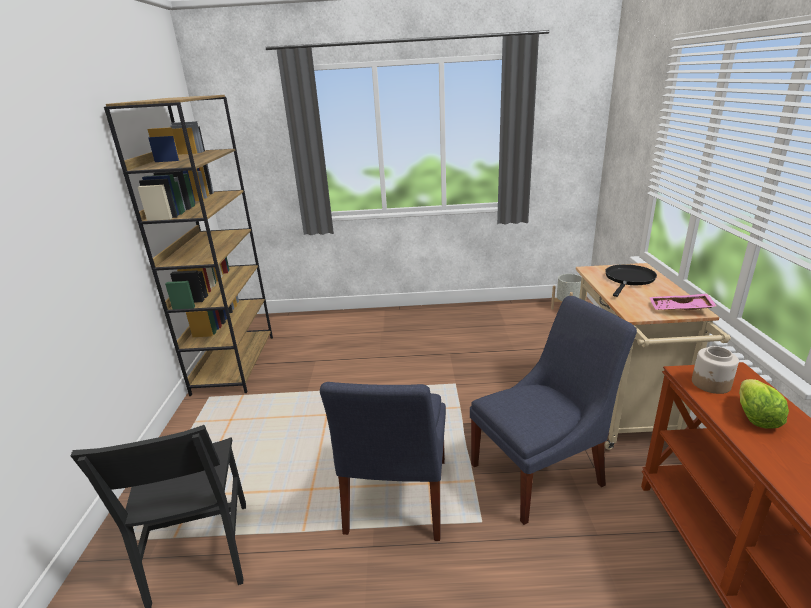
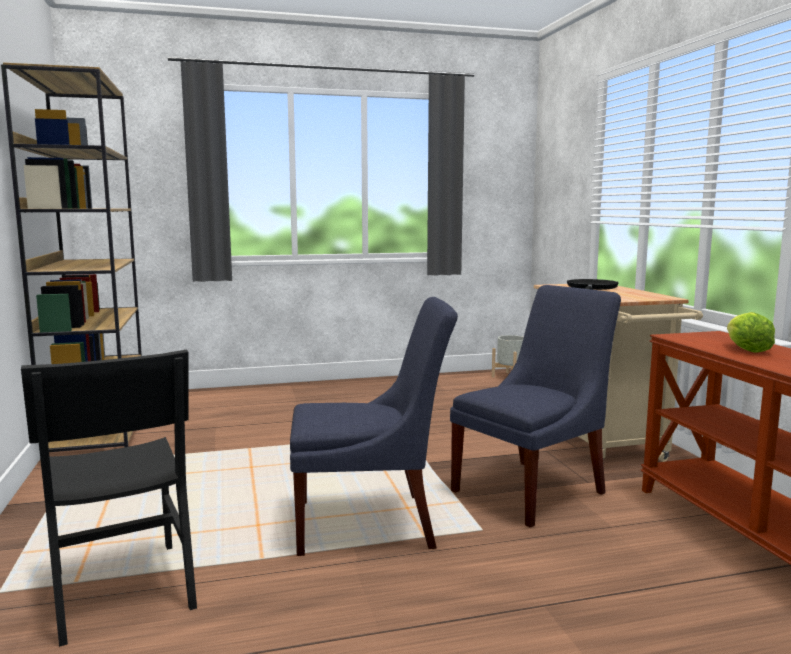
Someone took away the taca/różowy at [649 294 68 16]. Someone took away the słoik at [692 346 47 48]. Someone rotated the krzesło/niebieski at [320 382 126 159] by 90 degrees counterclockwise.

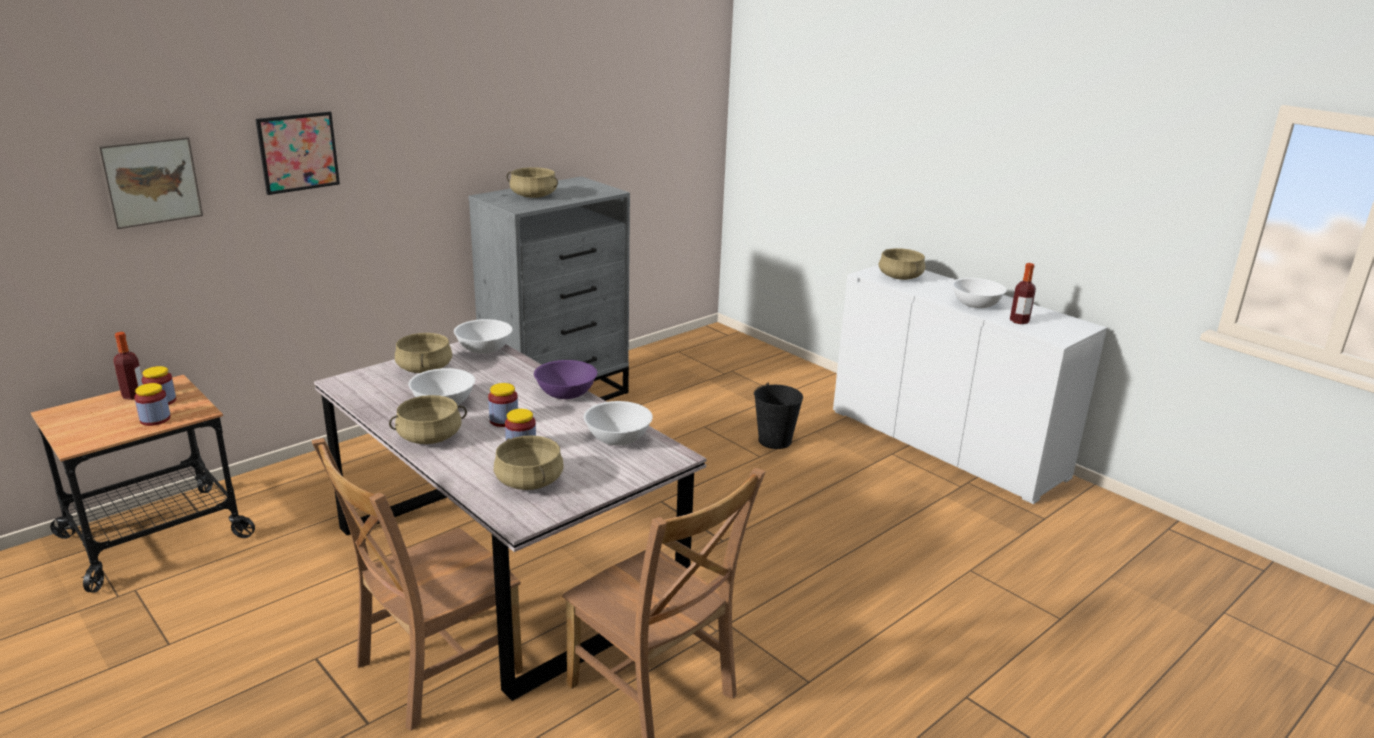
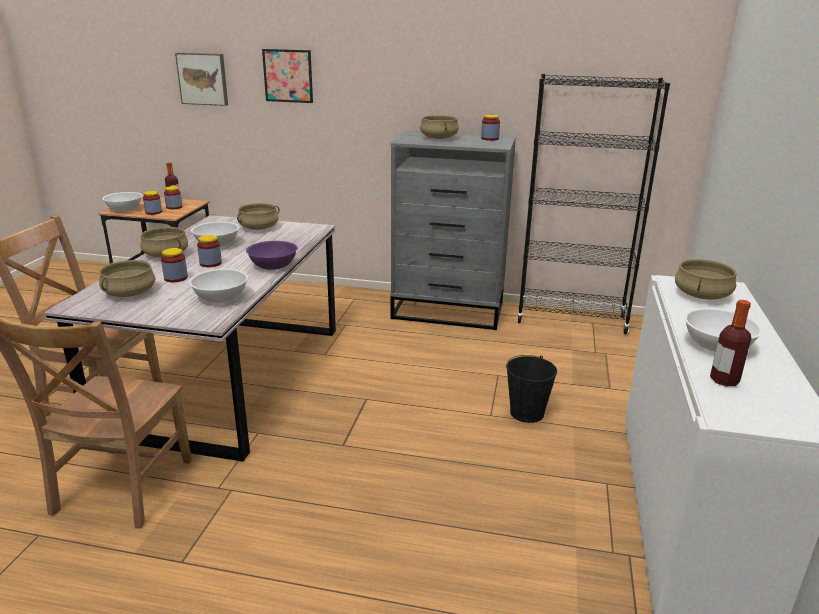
Someone carried the miska/biały from [454 319 59 35] to [102 192 41 20]. Someone put down the regał/czarny at [517 74 153 260]. Someone put down the słoik at [481 115 19 26].

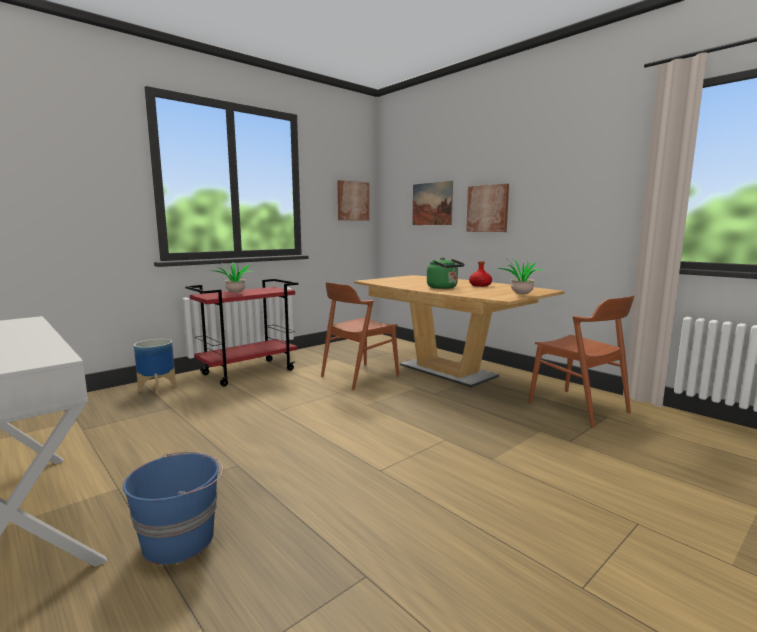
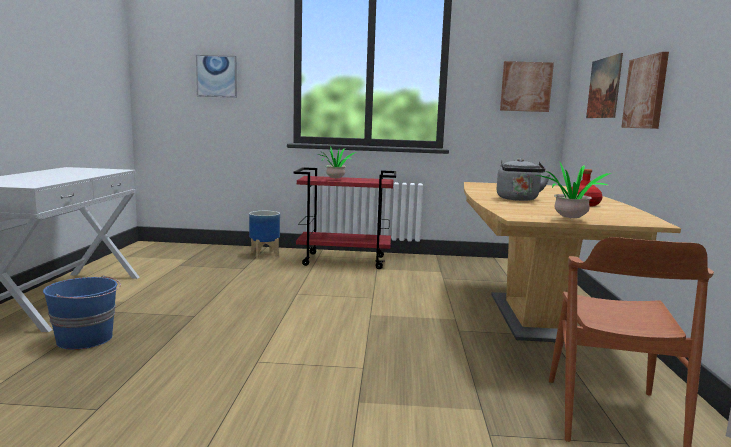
Someone repainted the czajnik/zielony at [427 258 37 31], which became the czajnik/szary at [496 158 54 43]. Someone took away the krzesło/brązowy at [321 282 78 108]. Someone put up the obraz at [196 55 41 43].

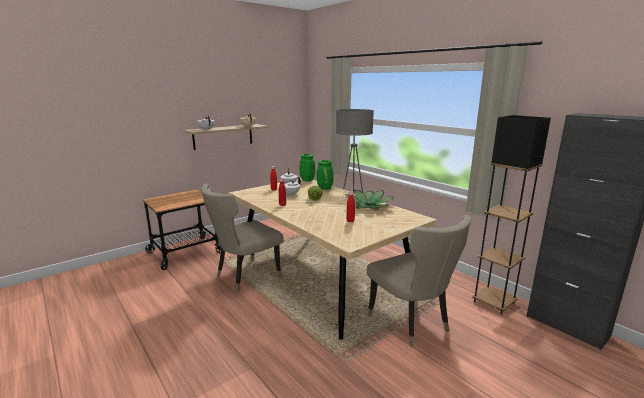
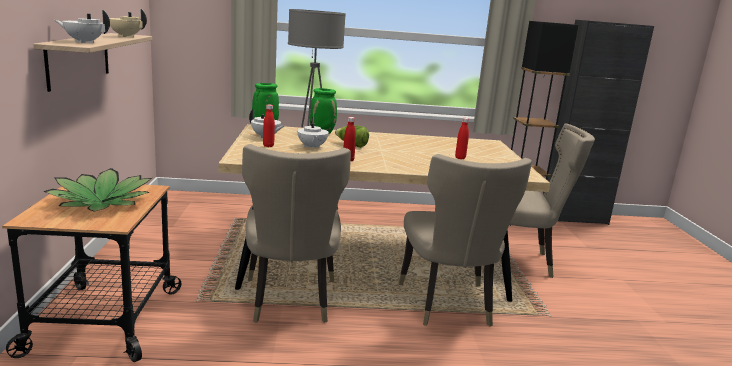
Someone carried the roślina doniczkowa from [346 189 48 21] to [44 168 108 44]. Someone put down the krzesło/beżowy at [398 154 134 172].

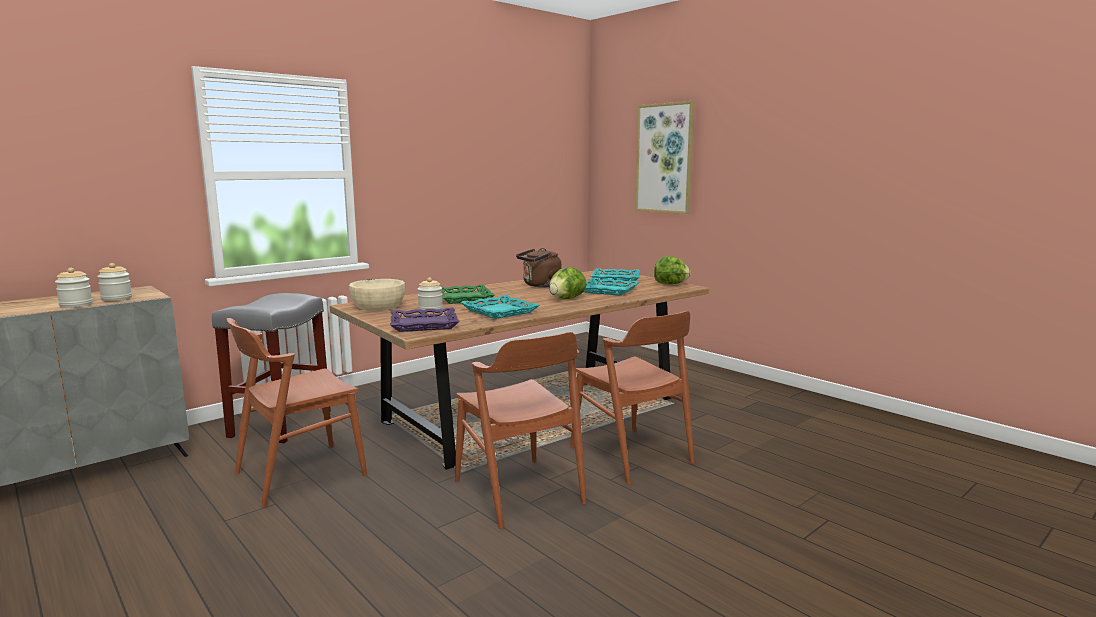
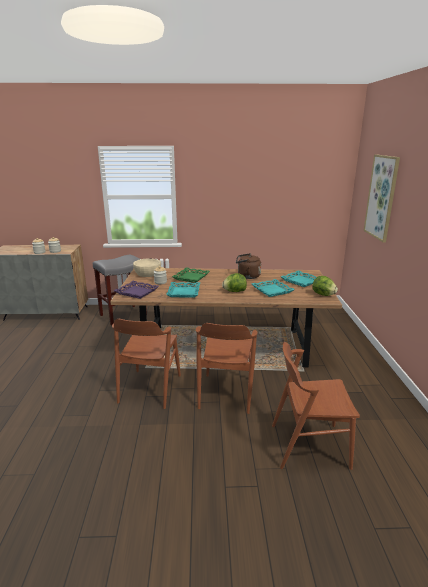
Someone carried the krzesło/brązowy from [227 318 140 190] to [272 342 88 128].

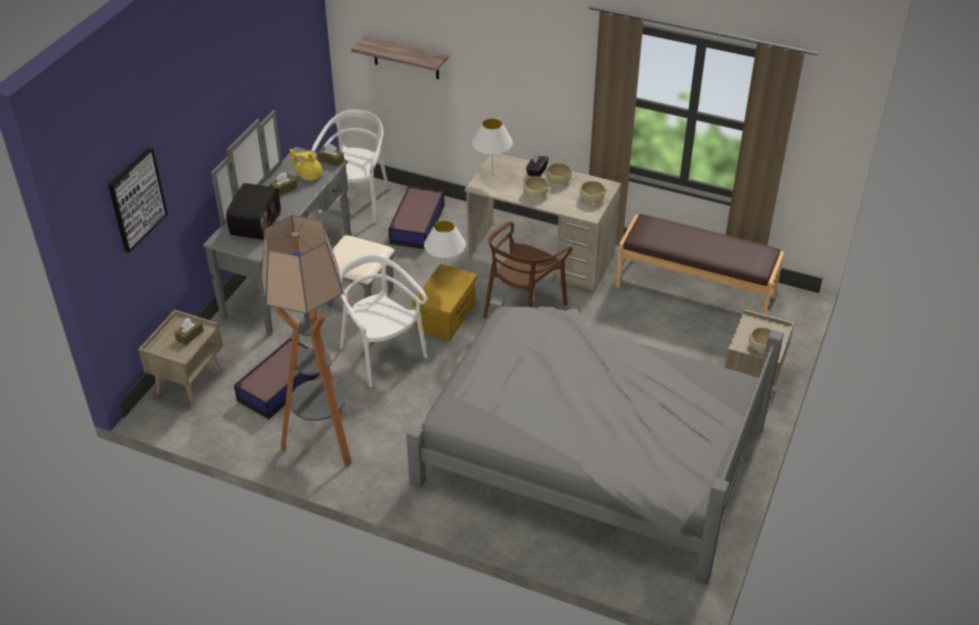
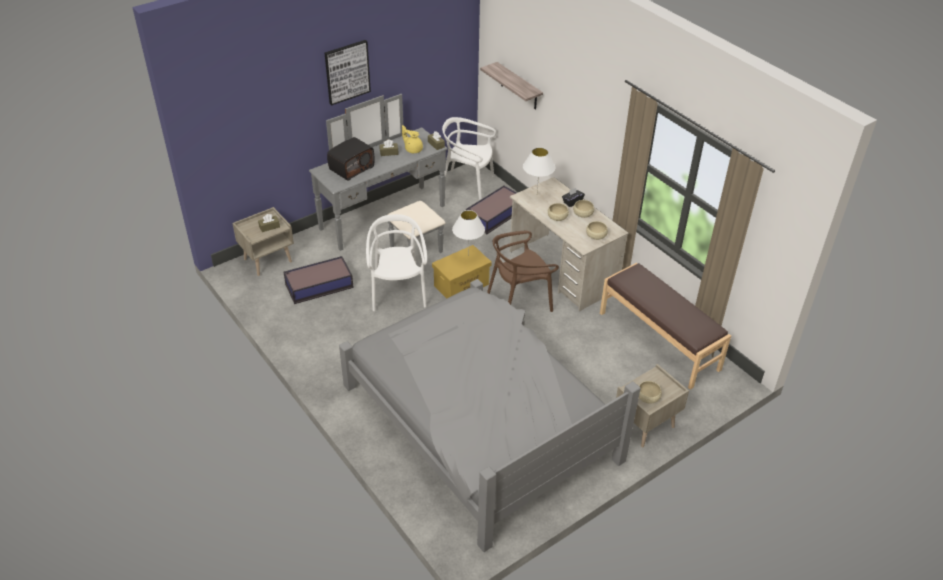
Someone rotated the krzesło/biały at [311 110 78 113] by 120 degrees counterclockwise. Someone carried the obraz from [108 148 60 105] to [325 40 46 66]. Someone took away the lampa stojąca at [261 215 91 252].

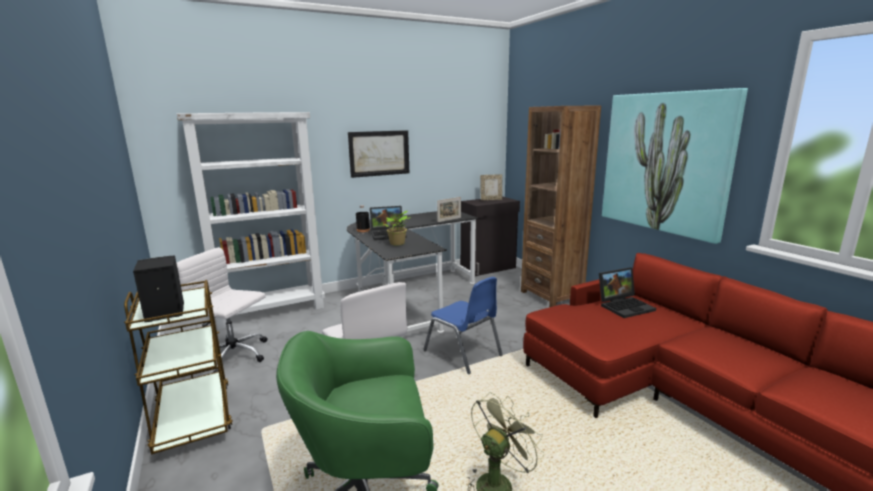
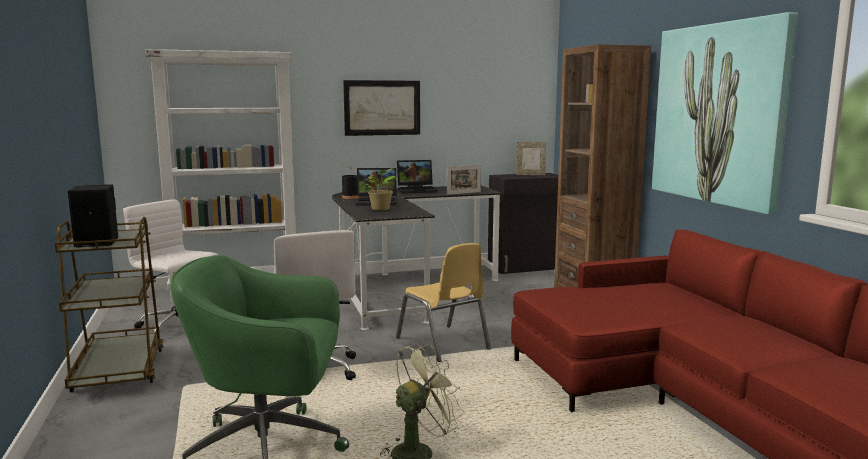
Someone carried the laptop from [599 267 57 51] to [397 160 41 34]. Someone repainted the krzesło/niebieski at [423 277 80 97], which became the krzesło/żółty at [396 243 95 119].

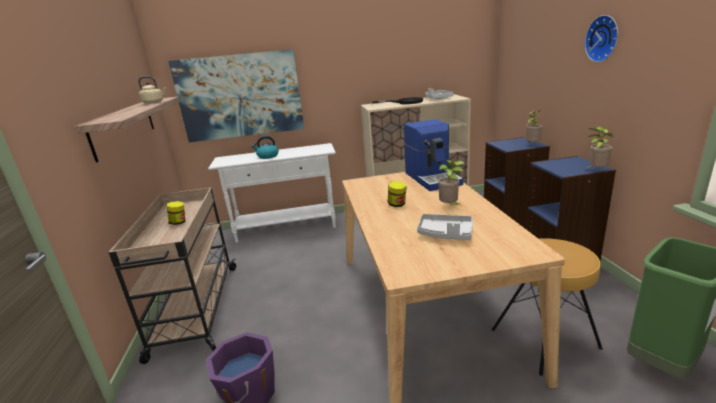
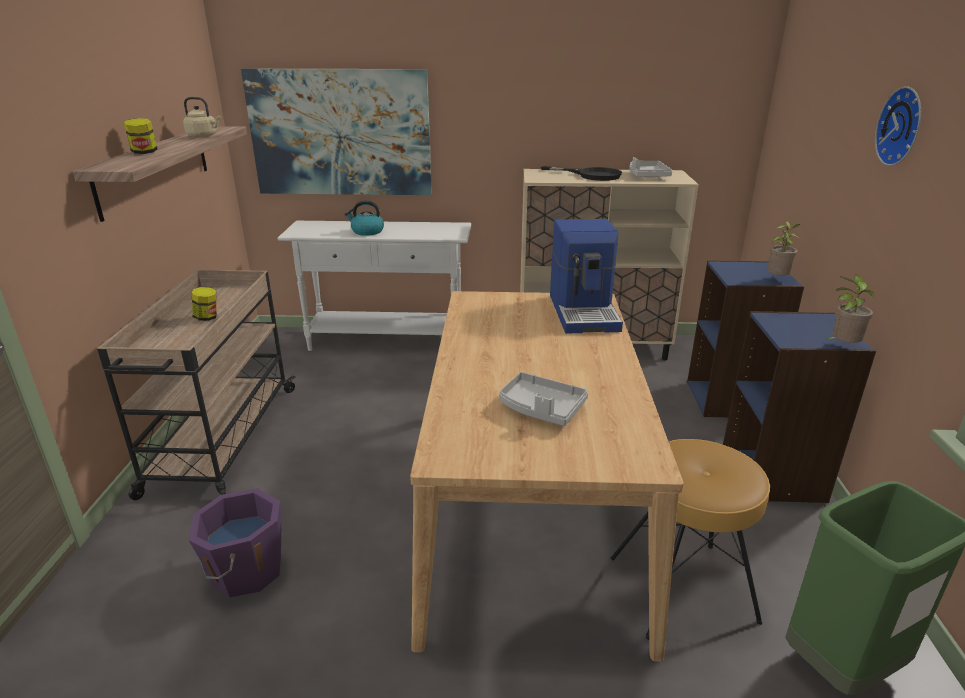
Someone took away the roślina doniczkowa at [438 160 27 47]. Someone carried the słoik from [387 181 20 26] to [124 118 34 36].

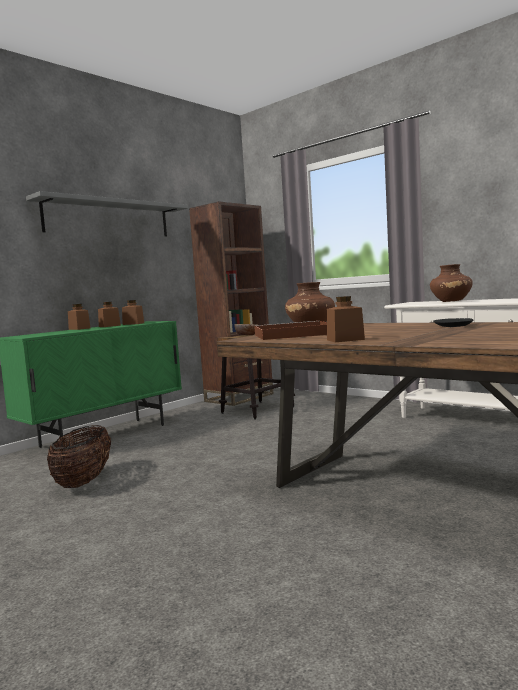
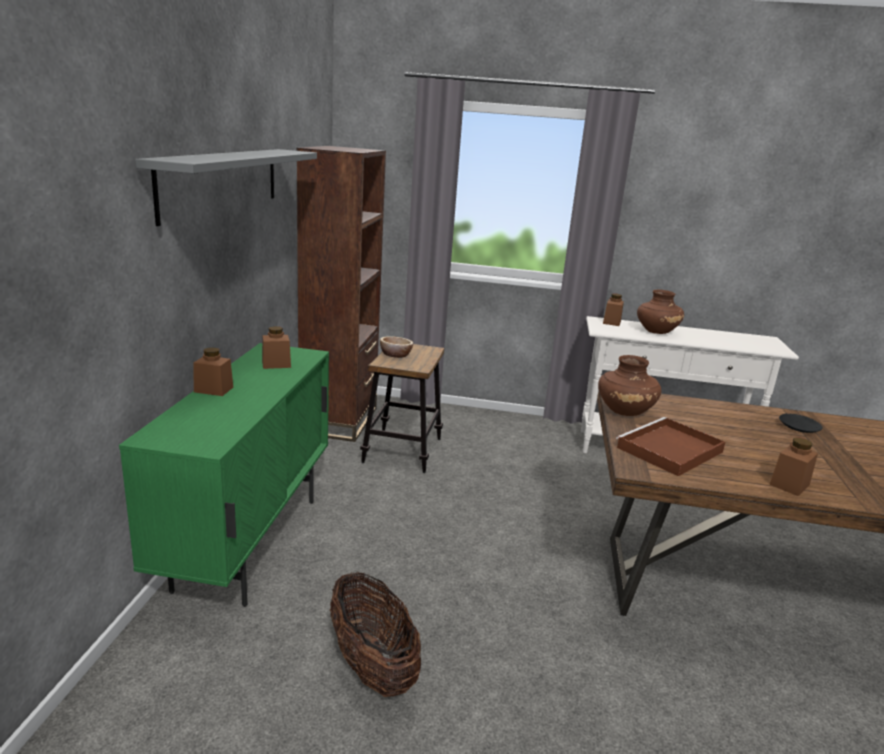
Someone carried the słoik/brązowy from [98 302 23 25] to [603 293 21 33].

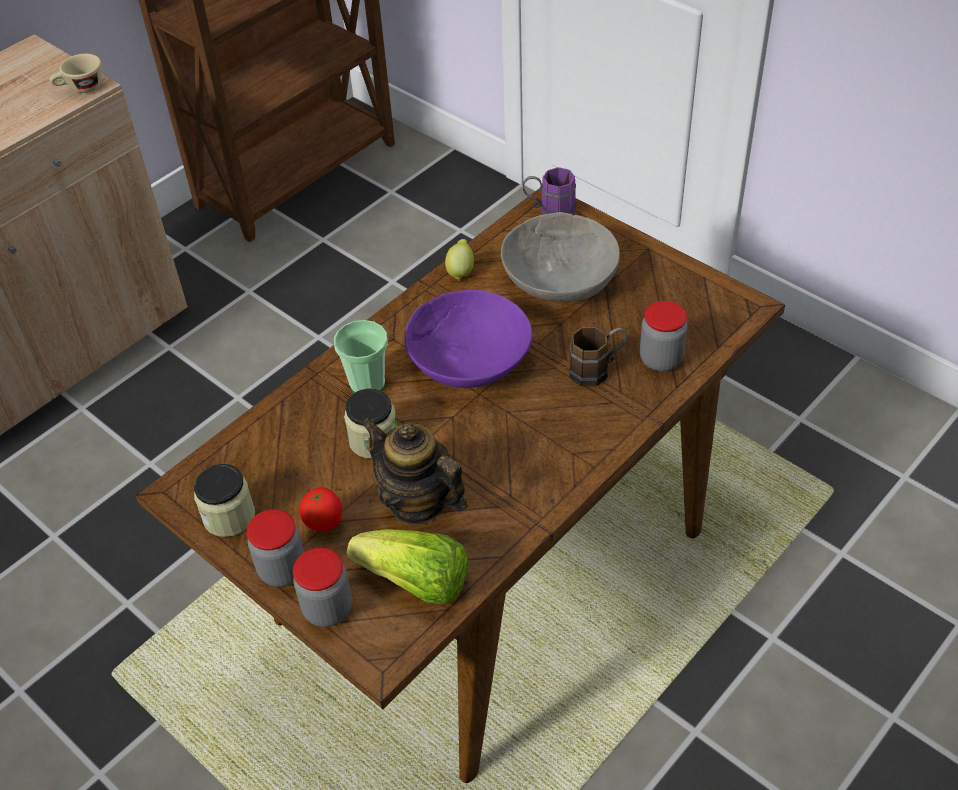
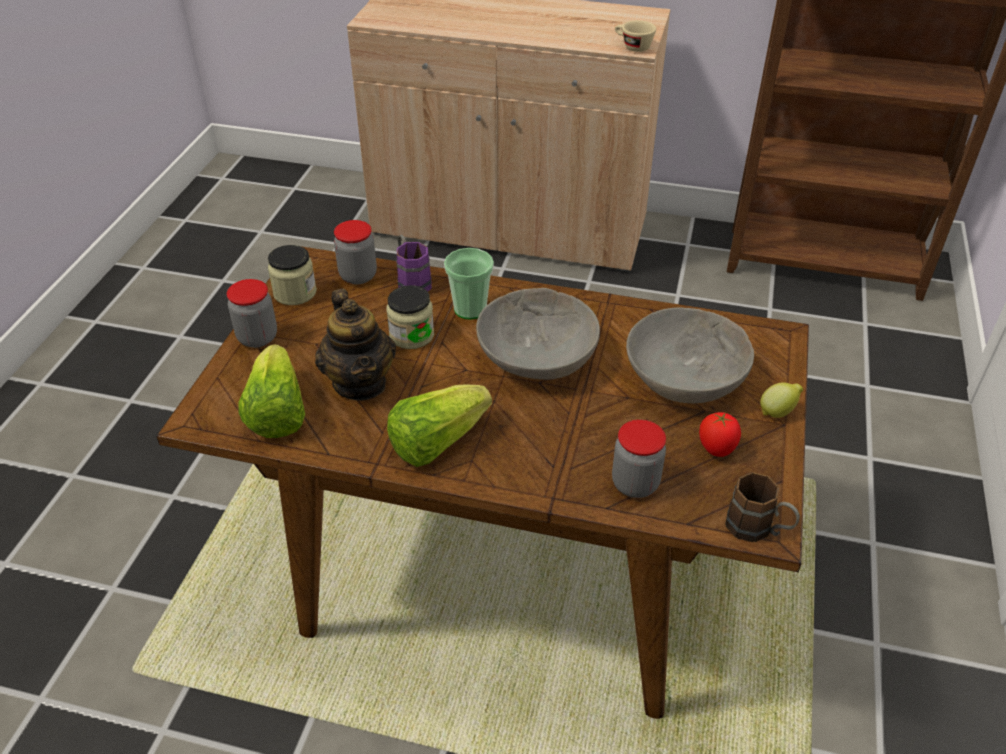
Someone carried the kubek/fioletowy from [523 167 53 48] to [396 235 36 57]. Someone carried the cytryna from [445 239 29 41] to [760 383 43 35]. Someone repainted the miska/fioletowy at [405 290 127 98], which became the miska/szary at [476 288 124 92]. Someone carried the kubek/brązowy from [569 327 58 60] to [725 472 75 70]. Someone rotated the imbryk at [361 418 107 107] by 150 degrees clockwise. Someone carried the pomidor from [300 487 43 45] to [699 412 42 45]. Someone carried the słoik from [293 548 59 79] to [334 220 43 65]. Someone put down the sałata at [387 384 105 83].

